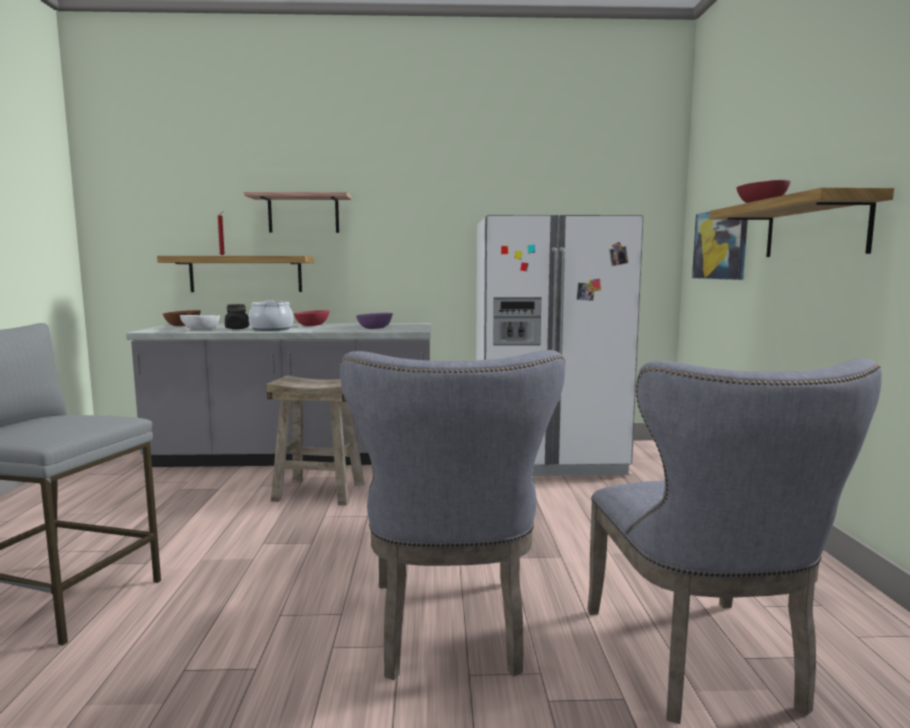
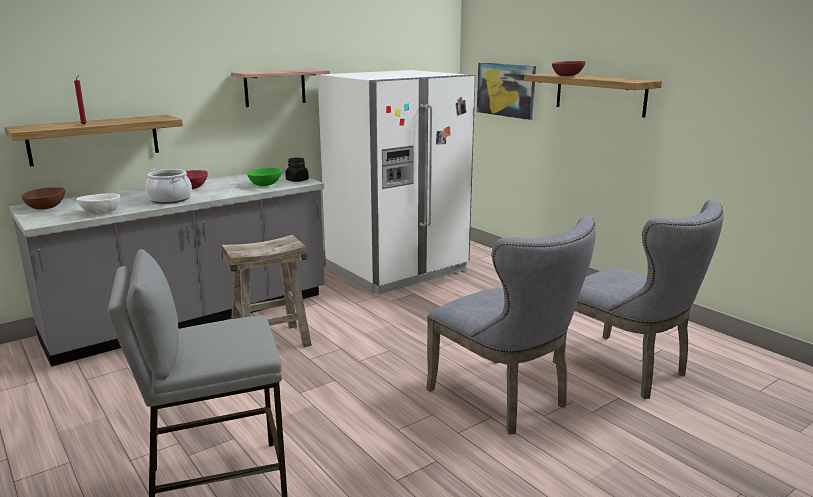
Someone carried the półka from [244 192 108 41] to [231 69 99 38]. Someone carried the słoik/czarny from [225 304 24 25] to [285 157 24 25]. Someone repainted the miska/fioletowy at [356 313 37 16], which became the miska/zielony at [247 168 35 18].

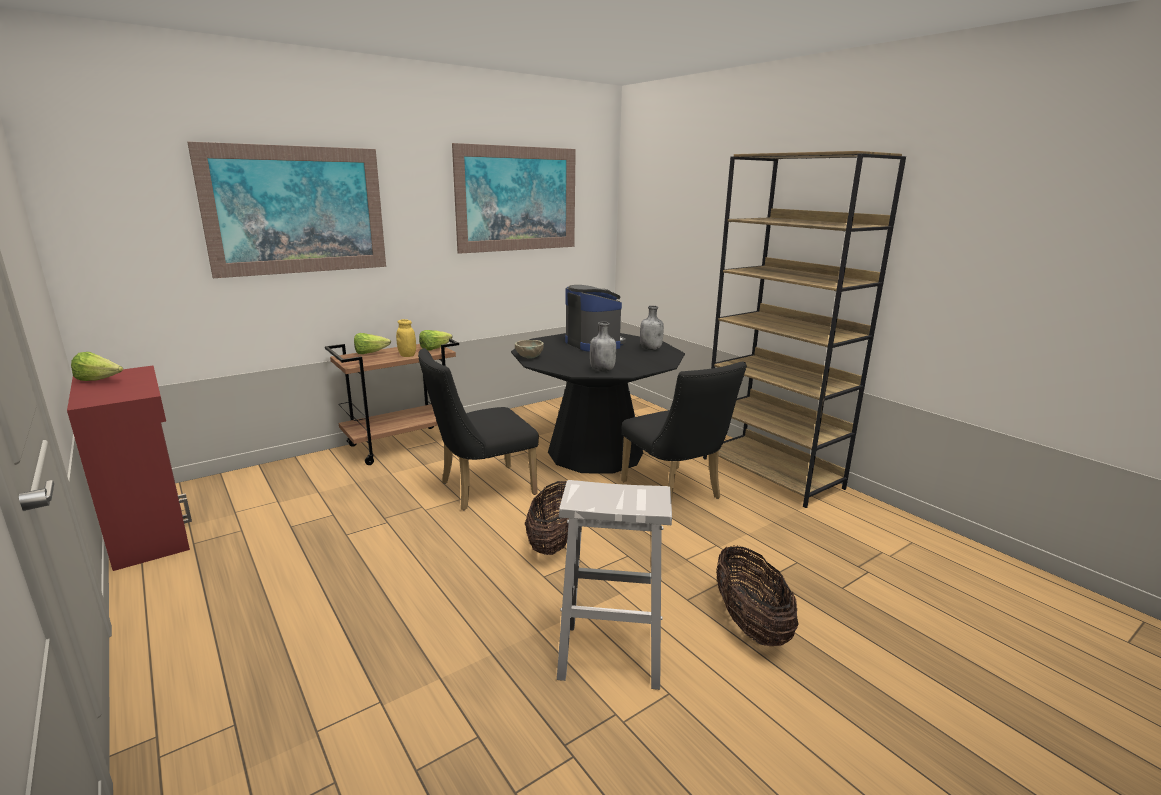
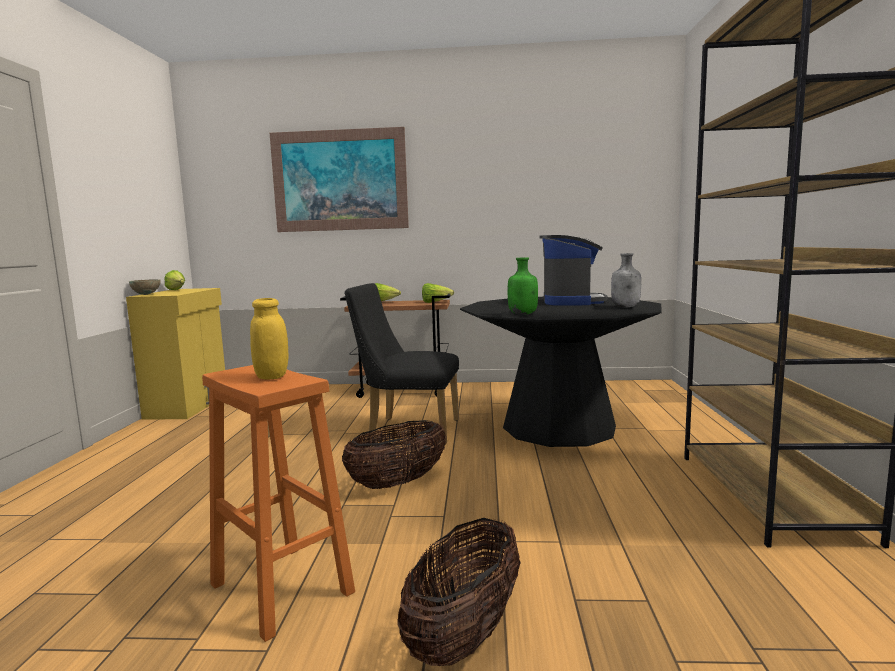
Someone took away the obraz at [452 143 124 111]. Someone carried the słoik/żółty from [396 319 20 38] to [250 298 38 81]. Someone repainted the butelka/szary at [590 322 26 50], which became the butelka/zielony at [508 257 30 58]. Someone carried the miska/beżowy from [515 340 29 19] to [129 279 32 16]. Someone took away the krzesło/czarny at [621 362 126 143]. Someone repainted the szafka/czerwony at [67 366 125 205], which became the szafka/żółty at [126 288 99 132]. Someone repainted the stołek/biały at [557 480 115 210], which became the stołek/pomarańczowy at [202 365 153 277].

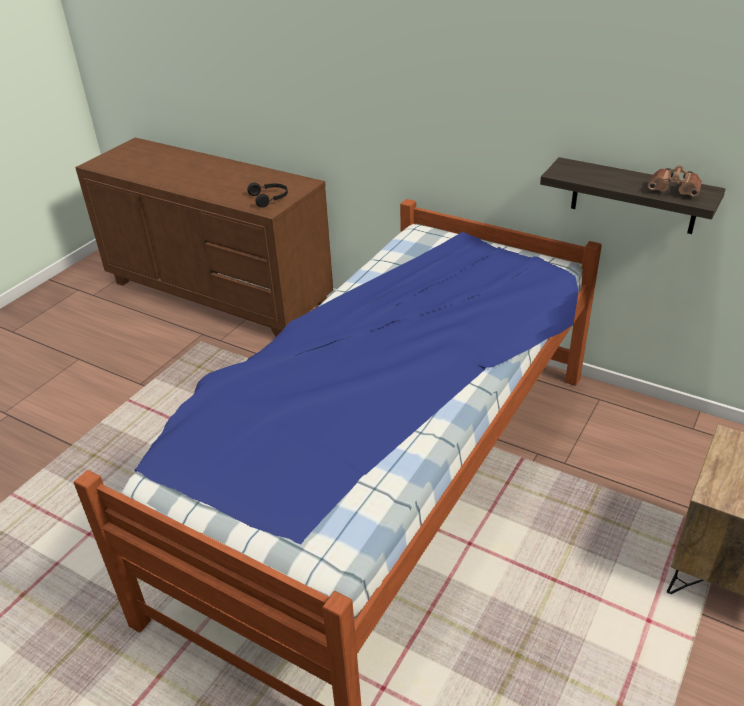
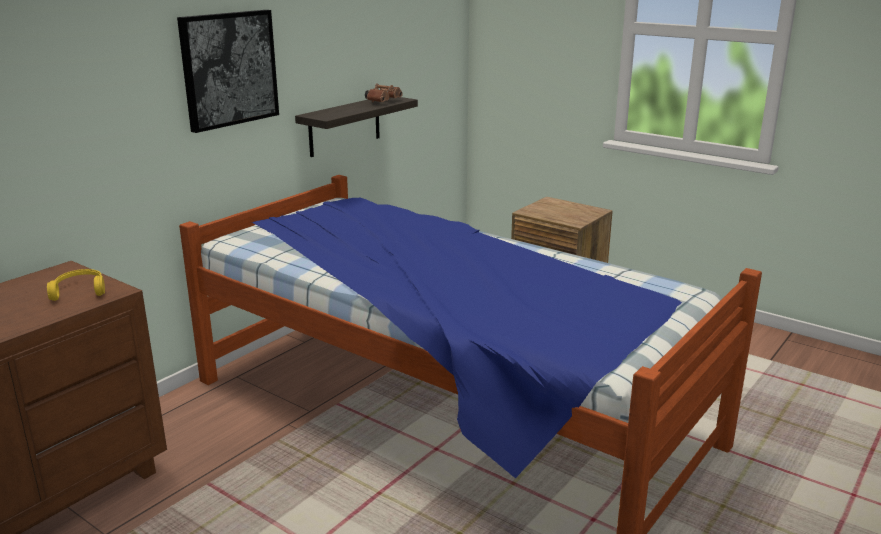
Someone repainted the słuchawki/czarny at [247 183 41 25], which became the słuchawki/żółty at [47 269 58 32]. Someone put up the obraz at [177 10 102 123].

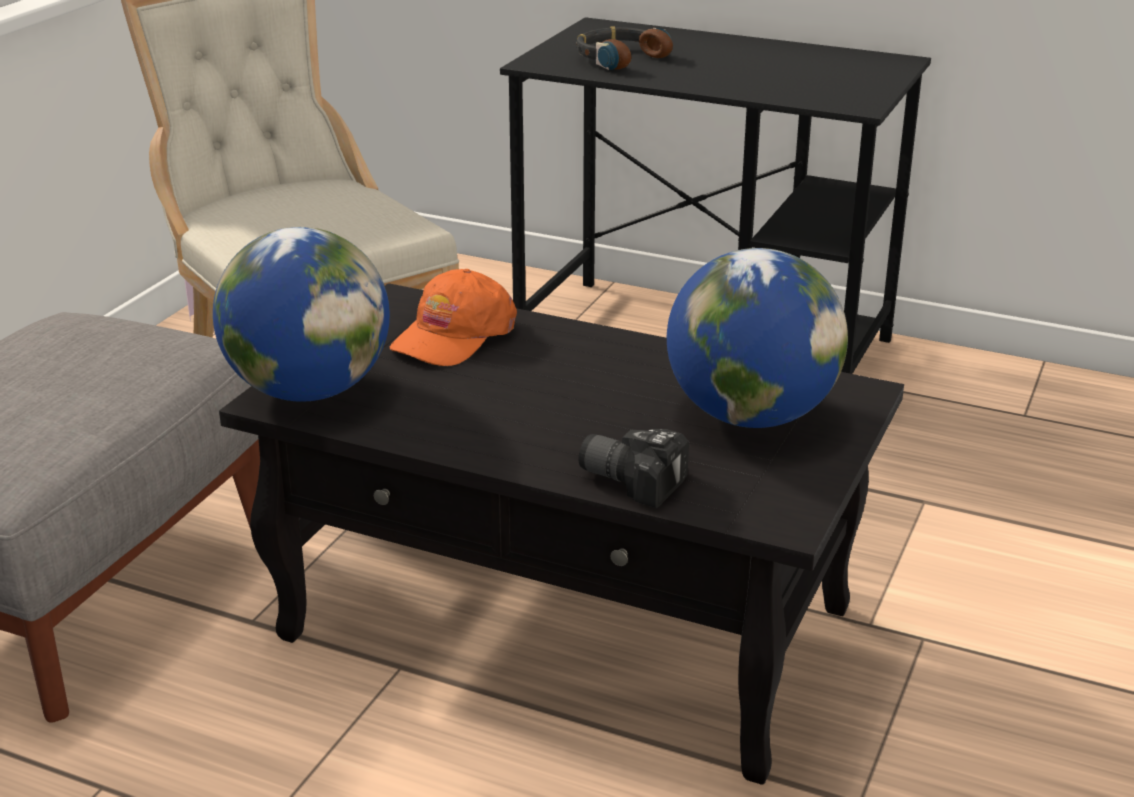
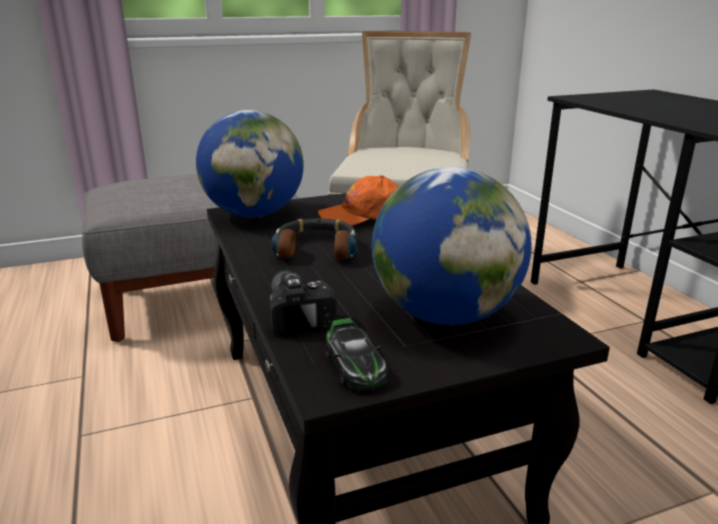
Someone carried the słuchawki from [576 26 97 44] to [272 218 85 42]. Someone put down the samochodzik at [325 318 63 73].

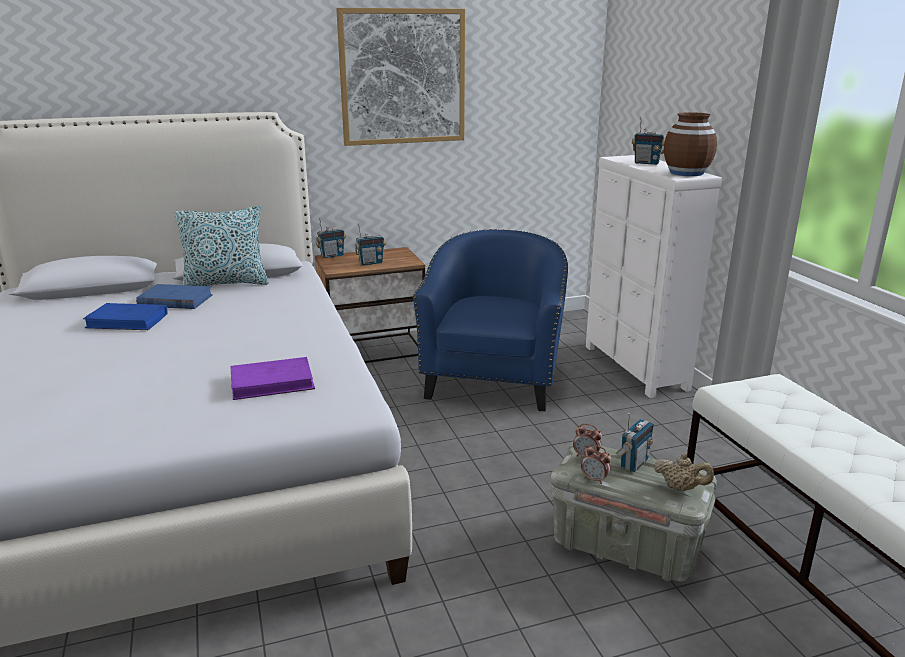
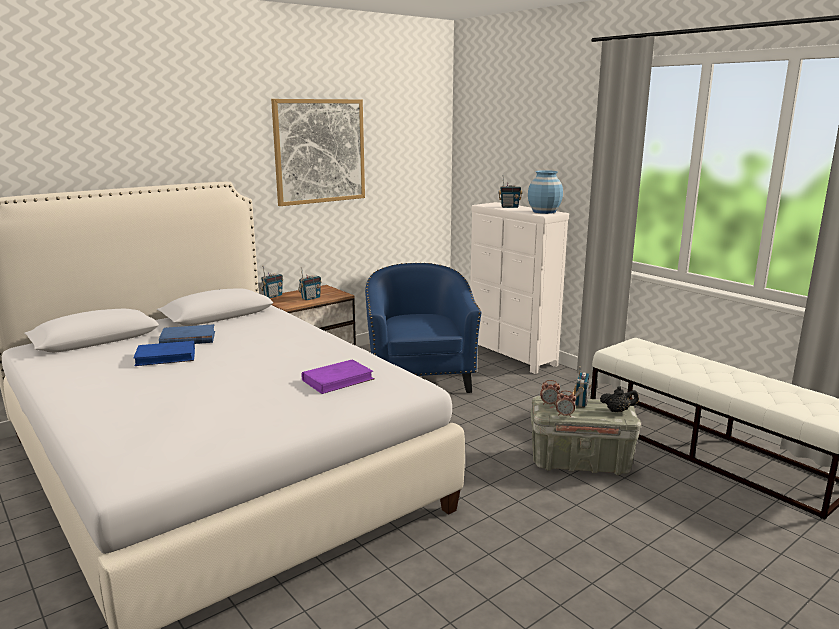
Someone repainted the wazon/brązowy at [664 112 53 64], which became the wazon/niebieski at [528 170 35 44]. Someone took away the poduszka at [175 206 94 80]. Someone repainted the imbryk/beżowy at [654 453 60 38], which became the imbryk/czarny at [600 386 39 26].

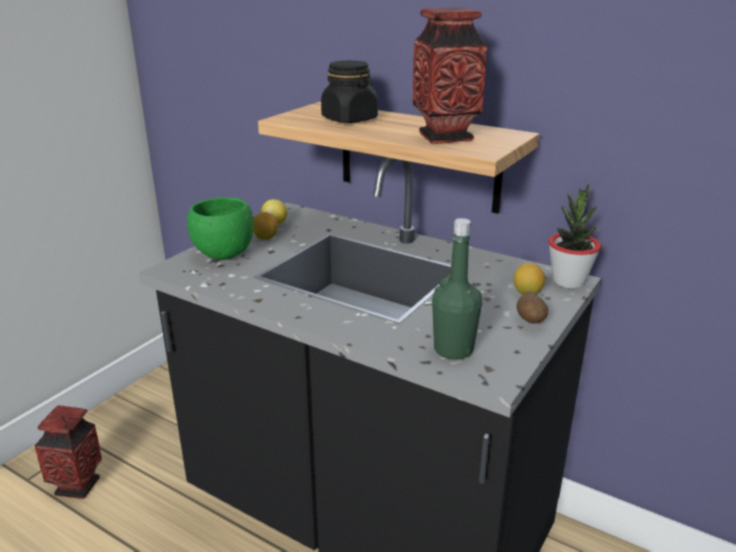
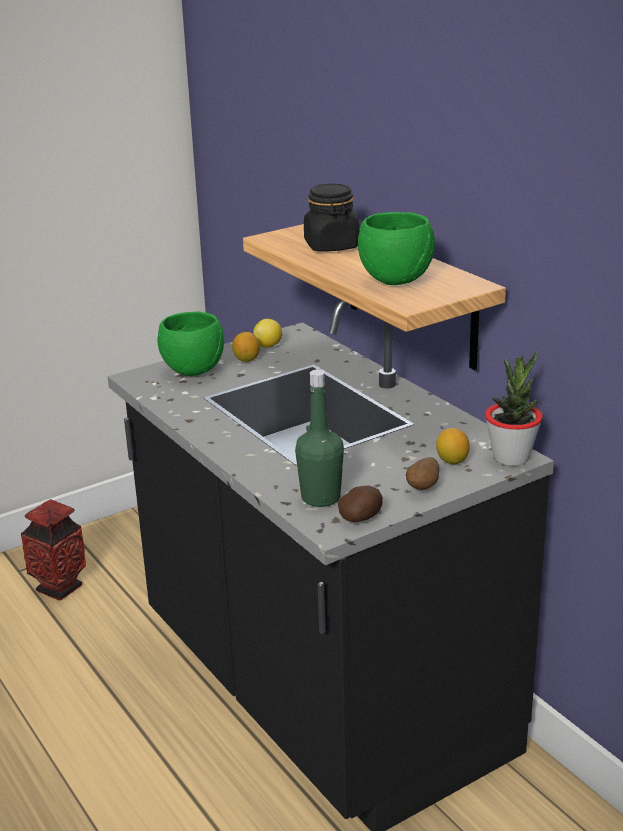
Someone swapped the wazon at [413 8 74 136] for the miska/zielony at [358 212 77 73]. Someone put down the ziemniak at [338 486 45 36].

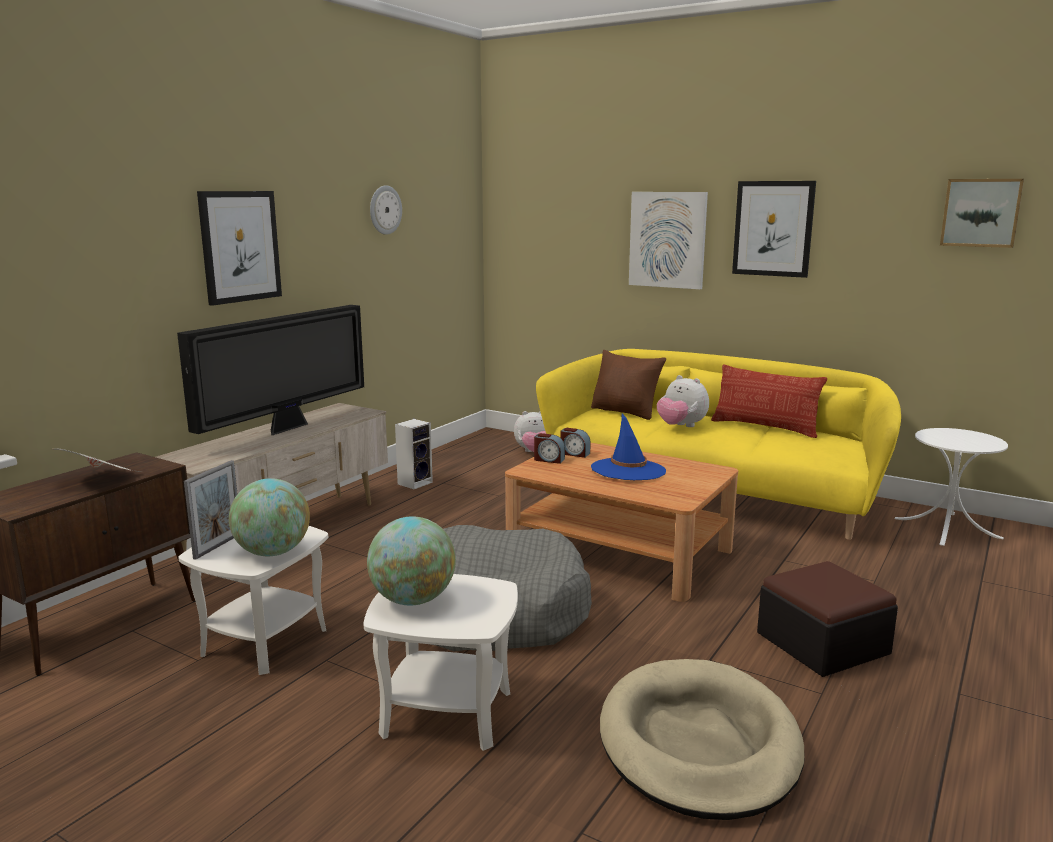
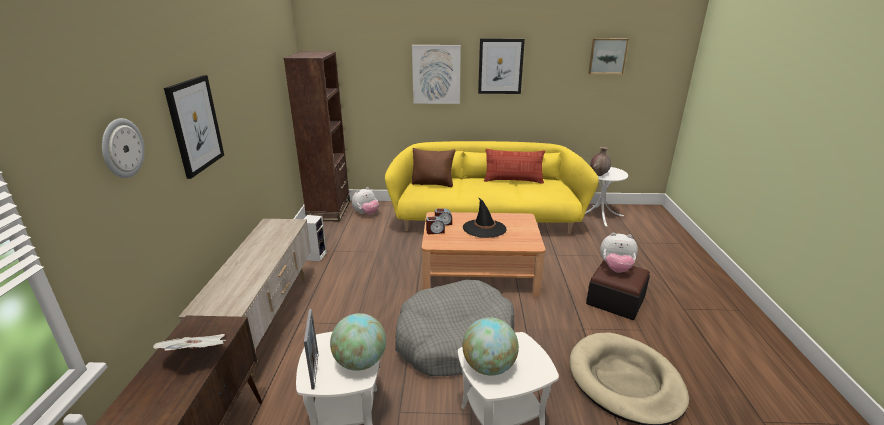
Someone carried the zegar ścienny from [370 185 32 50] to [102 118 43 60]. Someone took away the telewizor at [177 305 187 131]. Someone carried the pluszak from [657 375 52 52] to [600 233 38 40]. Someone repainted the kapelusz/niebieski at [591 414 75 66], which became the kapelusz/czarny at [463 197 43 41]. Someone put down the regał/brązowy at [284 51 66 170]. Someone put down the wazon/brązowy at [590 147 21 29].

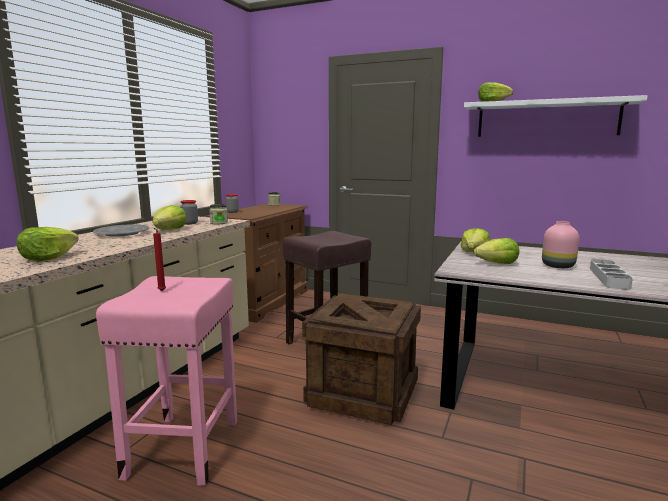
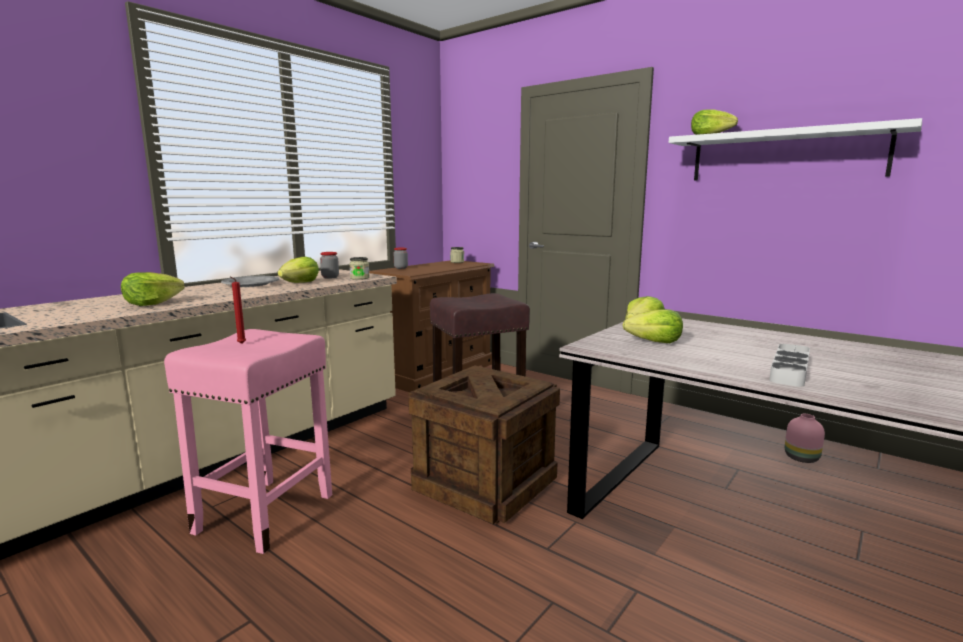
Someone carried the wazon/różowy from [542 221 37 47] to [785 414 40 49].

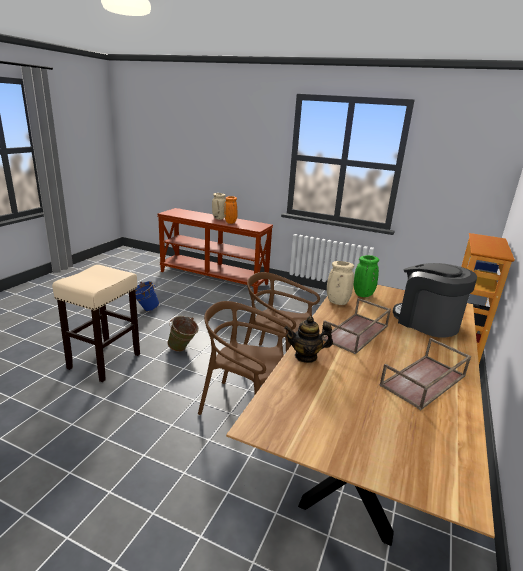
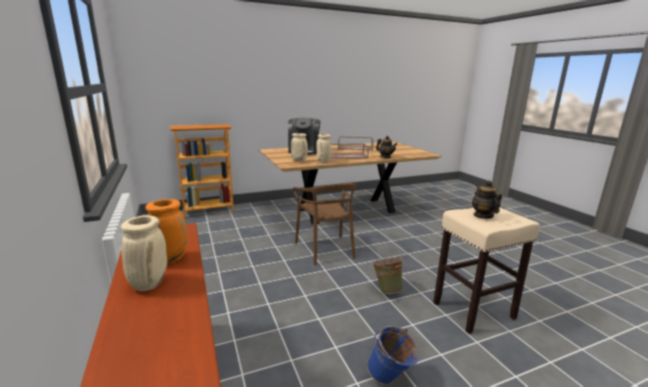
Someone repainted the wazon/zielony at [353 255 26 42], which became the wazon/beżowy at [291 133 17 29]. Someone took away the krzesło/brązowy at [198 301 94 114]. Someone put down the imbryk at [472 180 30 39].

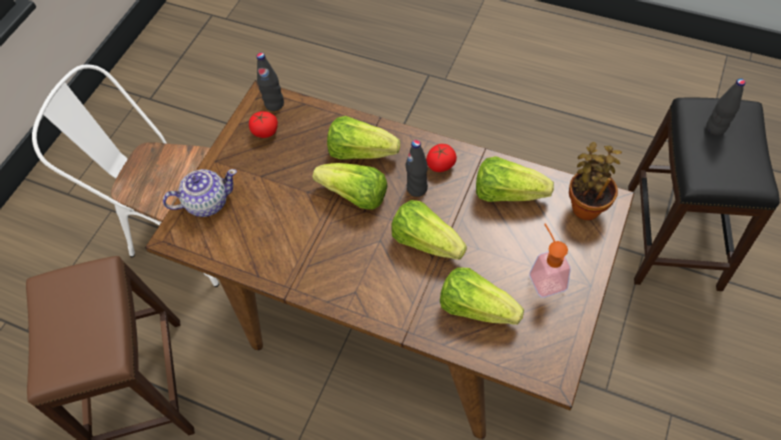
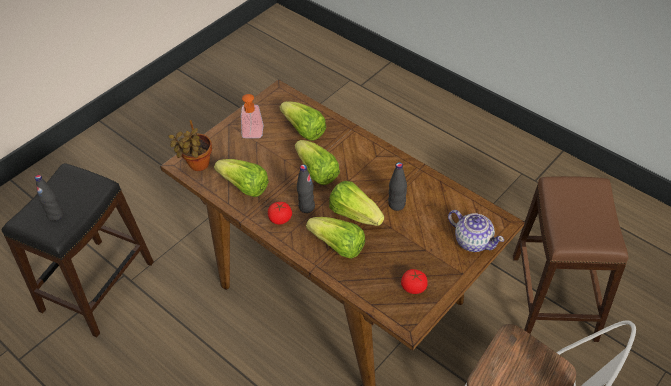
Someone carried the butelka/czarny from [257 52 27 59] to [388 162 19 49]. Someone rotated the imbryk at [163 169 74 48] by 135 degrees counterclockwise.

